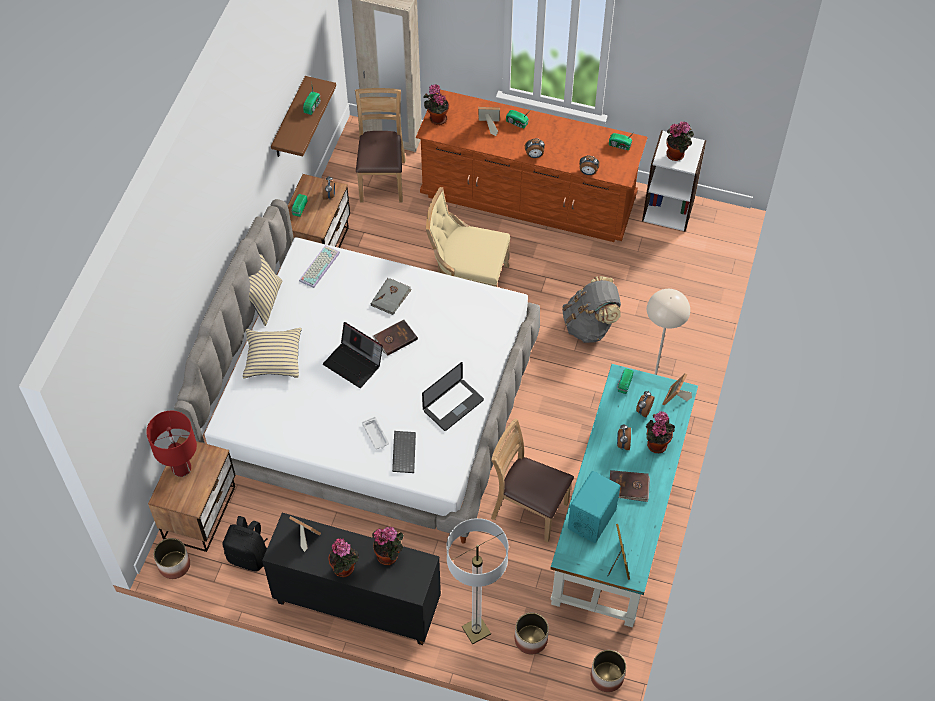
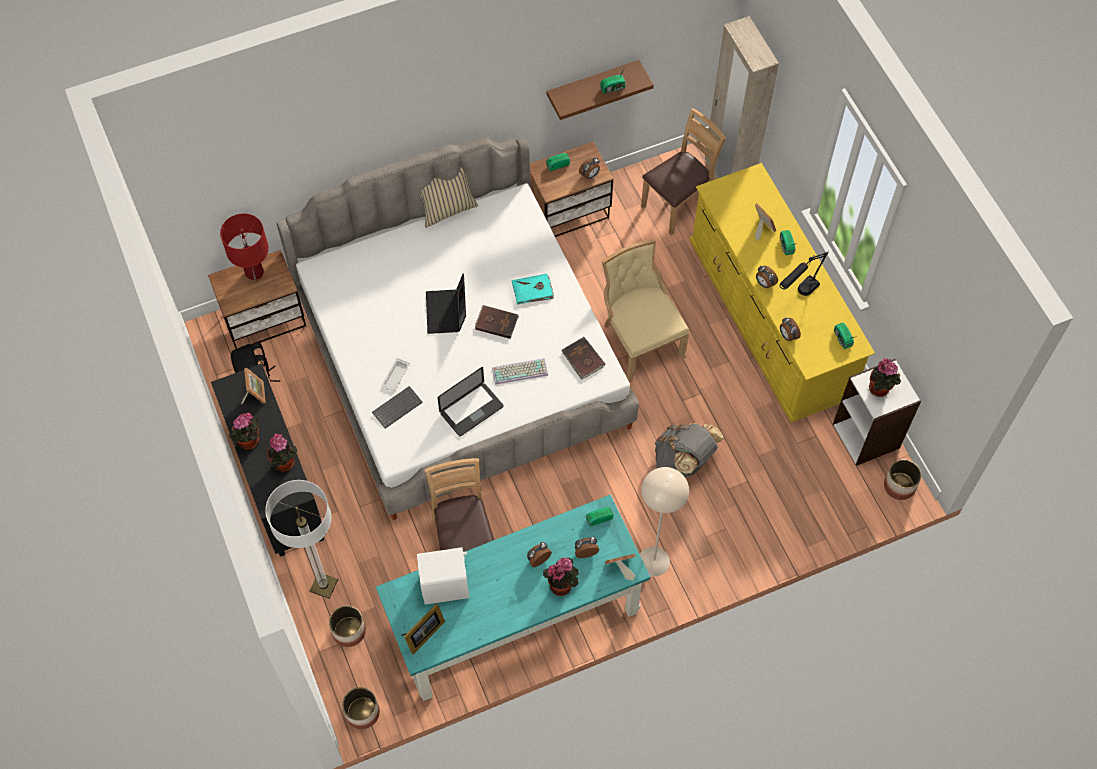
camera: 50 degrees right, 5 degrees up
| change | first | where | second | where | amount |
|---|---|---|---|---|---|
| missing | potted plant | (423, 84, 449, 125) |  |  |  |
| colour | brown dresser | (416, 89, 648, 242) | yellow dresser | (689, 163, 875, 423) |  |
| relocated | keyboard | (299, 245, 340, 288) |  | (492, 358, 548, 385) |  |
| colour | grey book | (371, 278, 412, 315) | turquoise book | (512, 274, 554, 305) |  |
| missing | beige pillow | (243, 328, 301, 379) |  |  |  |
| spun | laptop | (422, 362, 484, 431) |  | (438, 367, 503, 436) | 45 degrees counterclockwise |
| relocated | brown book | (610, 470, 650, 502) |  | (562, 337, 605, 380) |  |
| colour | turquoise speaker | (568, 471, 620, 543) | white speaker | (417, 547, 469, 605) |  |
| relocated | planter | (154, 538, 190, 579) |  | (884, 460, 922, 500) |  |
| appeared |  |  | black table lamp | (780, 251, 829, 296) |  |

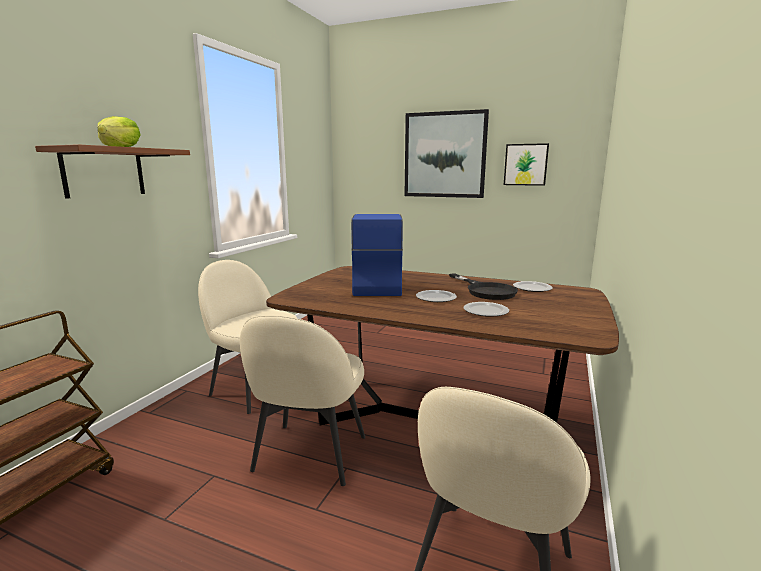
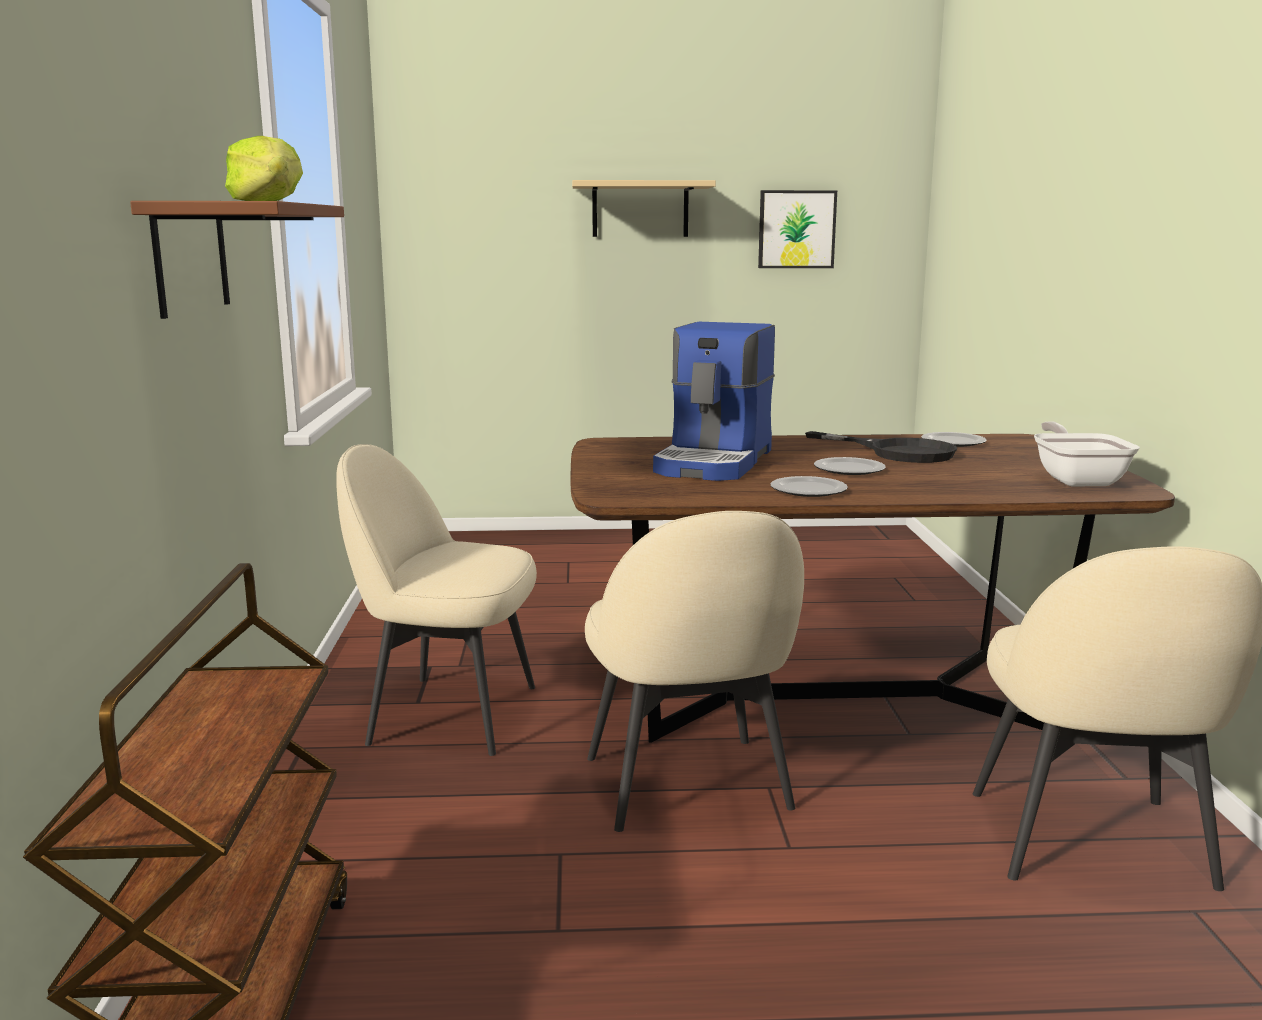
camera: 25 degrees left, 0 degrees up
| change | first | where | second | where | amount |
|---|---|---|---|---|---|
| exchanged | picture | (405, 109, 489, 198) | beige shelf | (572, 180, 716, 237) |  |
| spun | coffee machine | (351, 214, 403, 296) |  | (653, 322, 775, 481) | 135 degrees counterclockwise |
| relocated | plate | (463, 302, 509, 317) |  | (770, 476, 848, 497) |  |
| appeared |  |  | frying pan | (1034, 422, 1140, 486) |  |

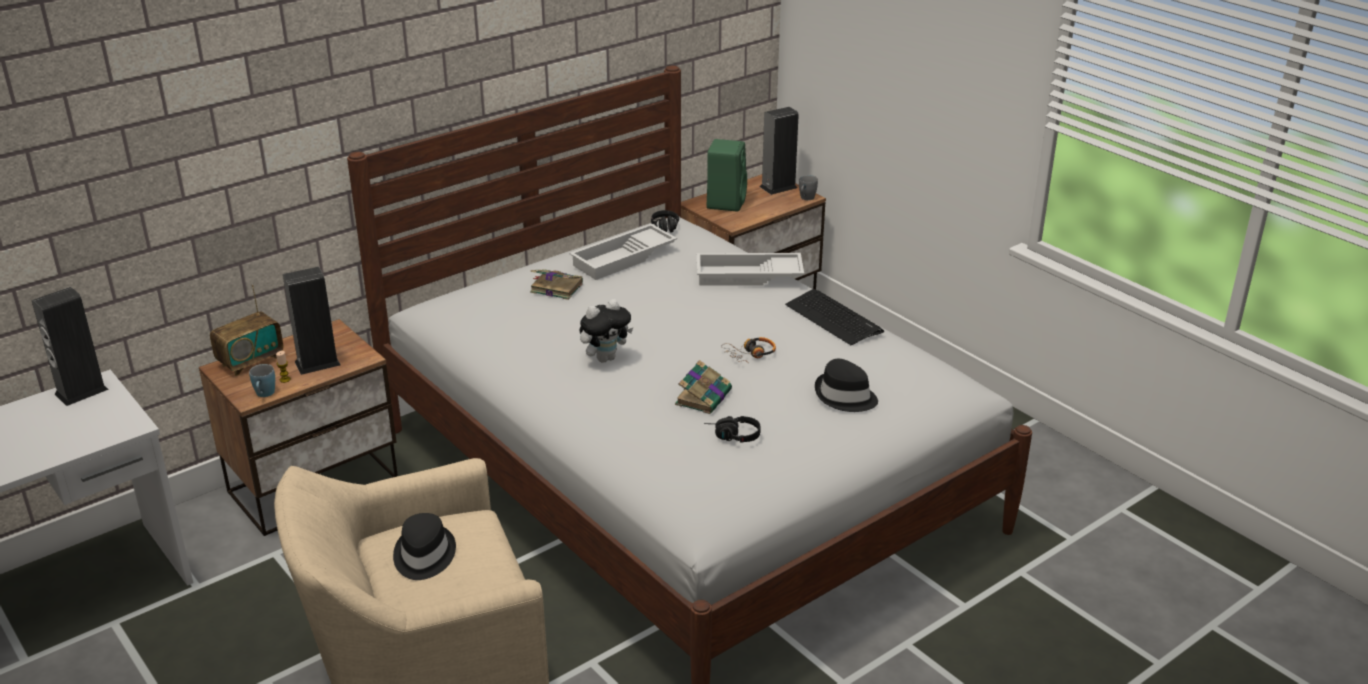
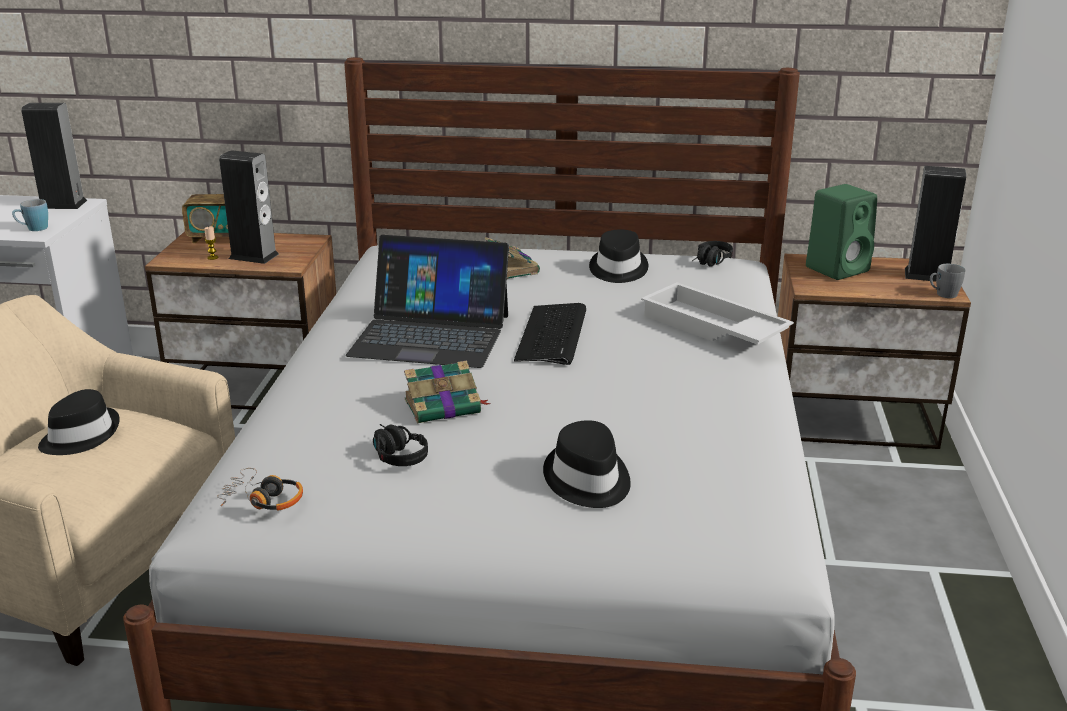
camera: 45 degrees right, 5 degrees down
| change | first | where | second | where | amount |
|---|---|---|---|---|---|
| exchanged | white tray | (569, 224, 677, 280) | black hat | (589, 229, 648, 283) |  |
| relocated | keyboard | (785, 289, 884, 345) |  | (514, 303, 586, 365) |  |
| exchanged | plush toy | (579, 299, 633, 363) | laptop | (346, 235, 509, 368) |  |
| relocated | headphones | (721, 337, 776, 363) |  | (217, 468, 303, 510) |  |
| relocated | blue mug | (249, 364, 275, 397) |  | (12, 199, 48, 231) |  |

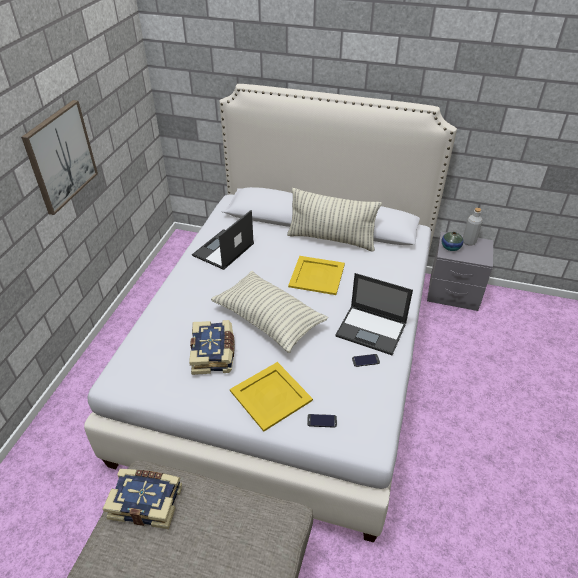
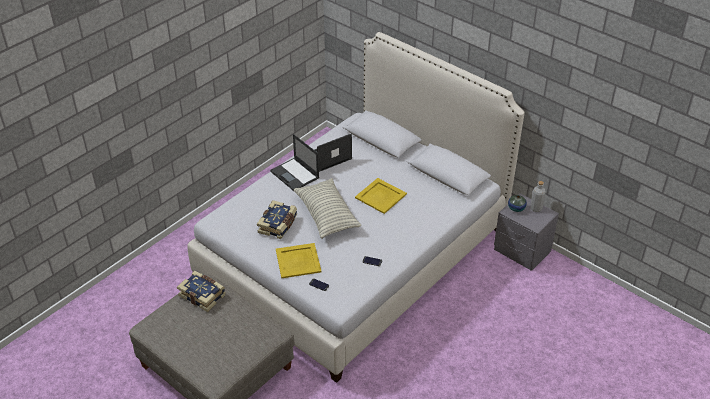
camera: 25 degrees right, 0 degrees up
| change | first | where | second | where | amount |
|---|---|---|---|---|---|
| missing | picture | (21, 100, 98, 215) |  |  |  |
| missing | pillow | (287, 188, 382, 252) |  |  |  |
| relocated | laptop | (335, 273, 413, 355) |  | (270, 134, 319, 191) |  |

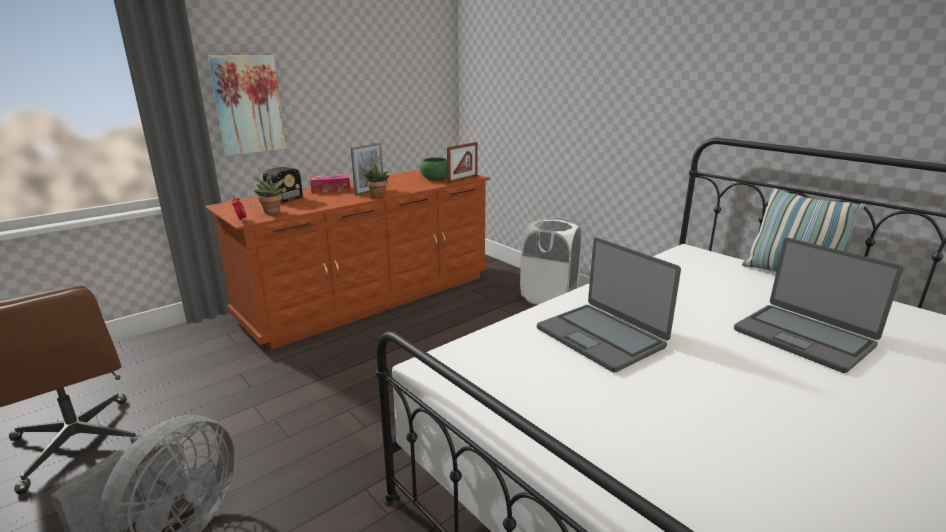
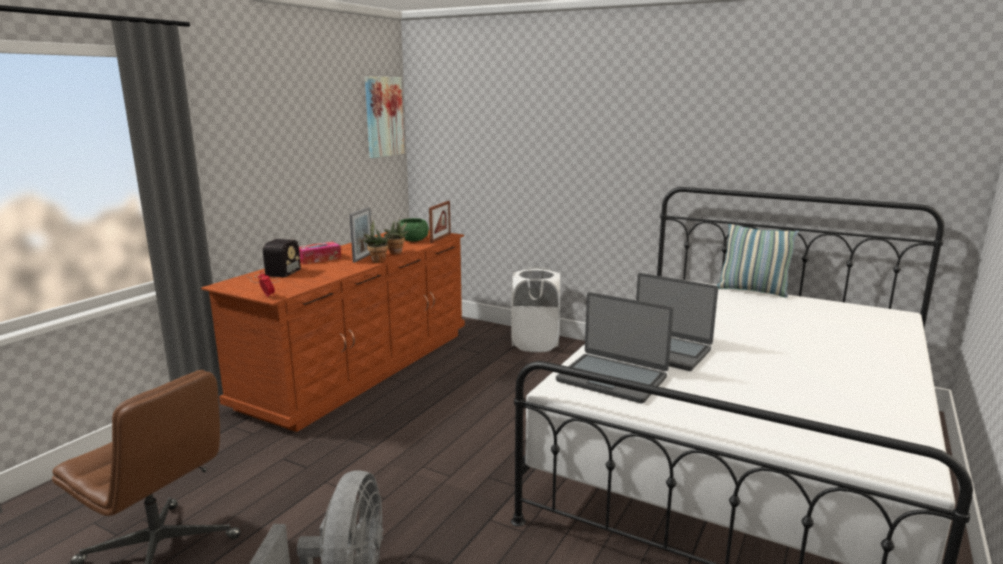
camera: 20 degrees left, 5 degrees down
| change | first | where | second | where | amount |
|---|---|---|---|---|---|
| relocated | picture | (208, 55, 286, 156) |  | (365, 77, 404, 158) |  |
| relocated | potted plant | (254, 173, 286, 214) |  | (384, 218, 409, 254) |  |
| relocated | laptop | (734, 238, 903, 373) |  | (556, 292, 673, 403) |  |

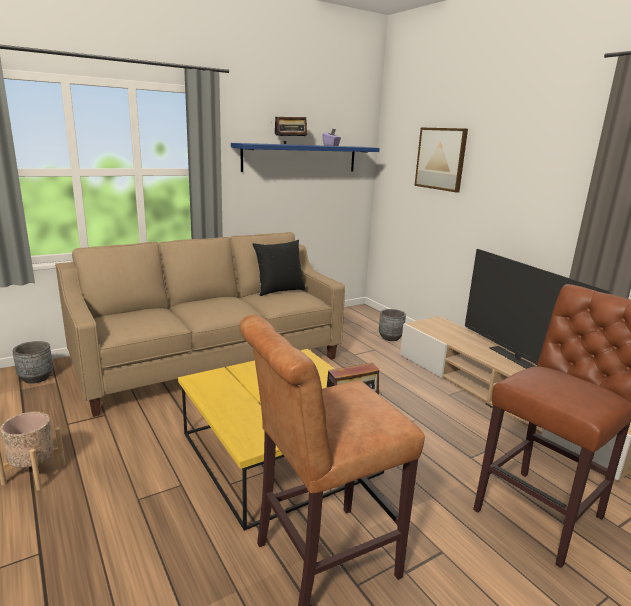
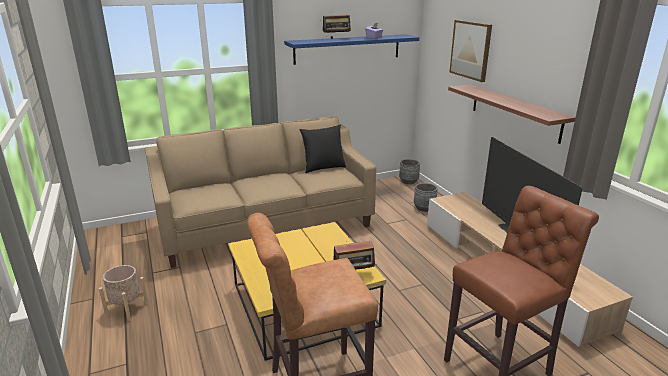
camera: 10 degrees right, 5 degrees up
| change | first | where | second | where | amount |
|---|---|---|---|---|---|
| relocated | grey planter | (13, 341, 53, 384) |  | (399, 159, 420, 184) |  |
| appeared |  |  | shelf | (448, 84, 575, 144) |  |

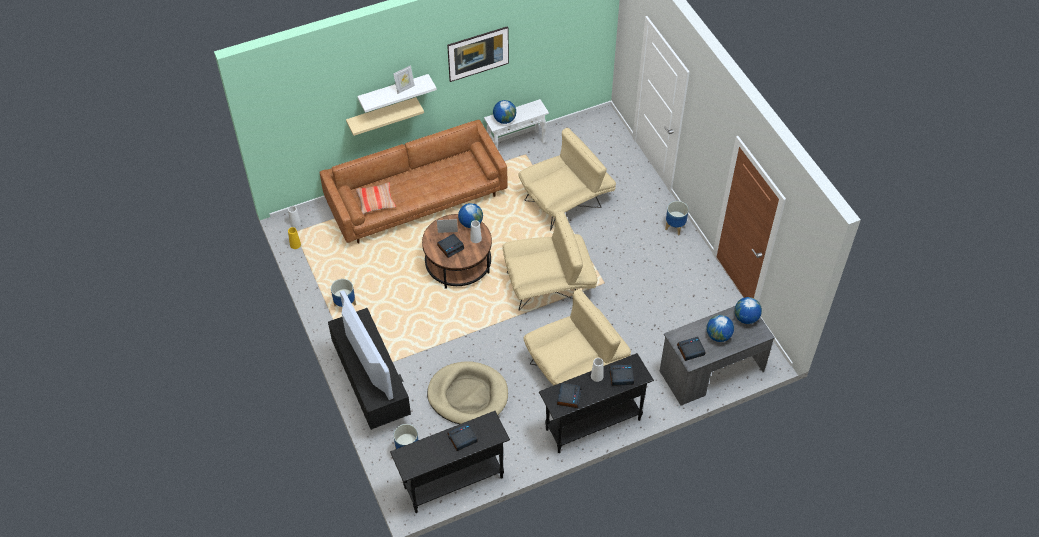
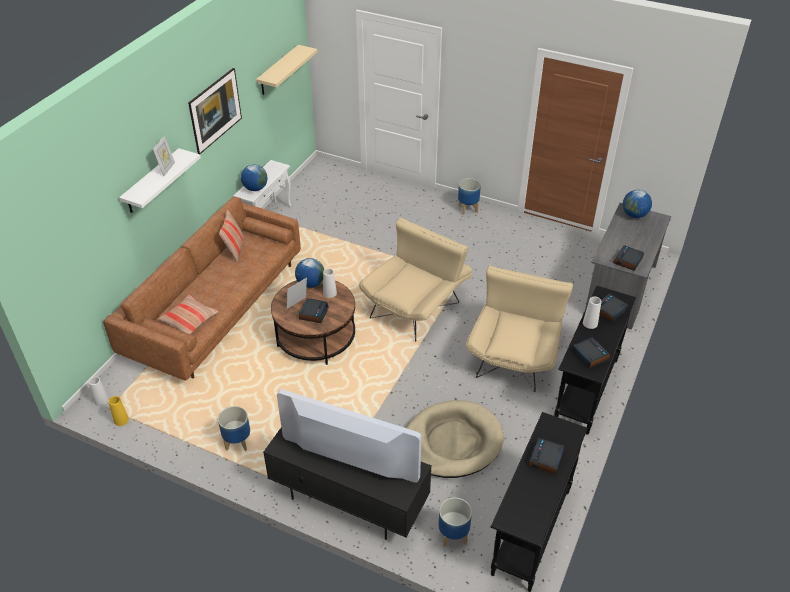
camera: 40 degrees left, 10 degrees down
| change | first | where | second | where | amount |
|---|---|---|---|---|---|
| relocated | beige shelf | (346, 97, 424, 136) |  | (256, 45, 318, 95) |  |
| missing | beige armchair | (518, 128, 616, 231) |  |  |  |
| missing | globe | (707, 315, 734, 342) |  |  |  |
| appeared |  |  | pillow | (219, 209, 245, 263) |  |

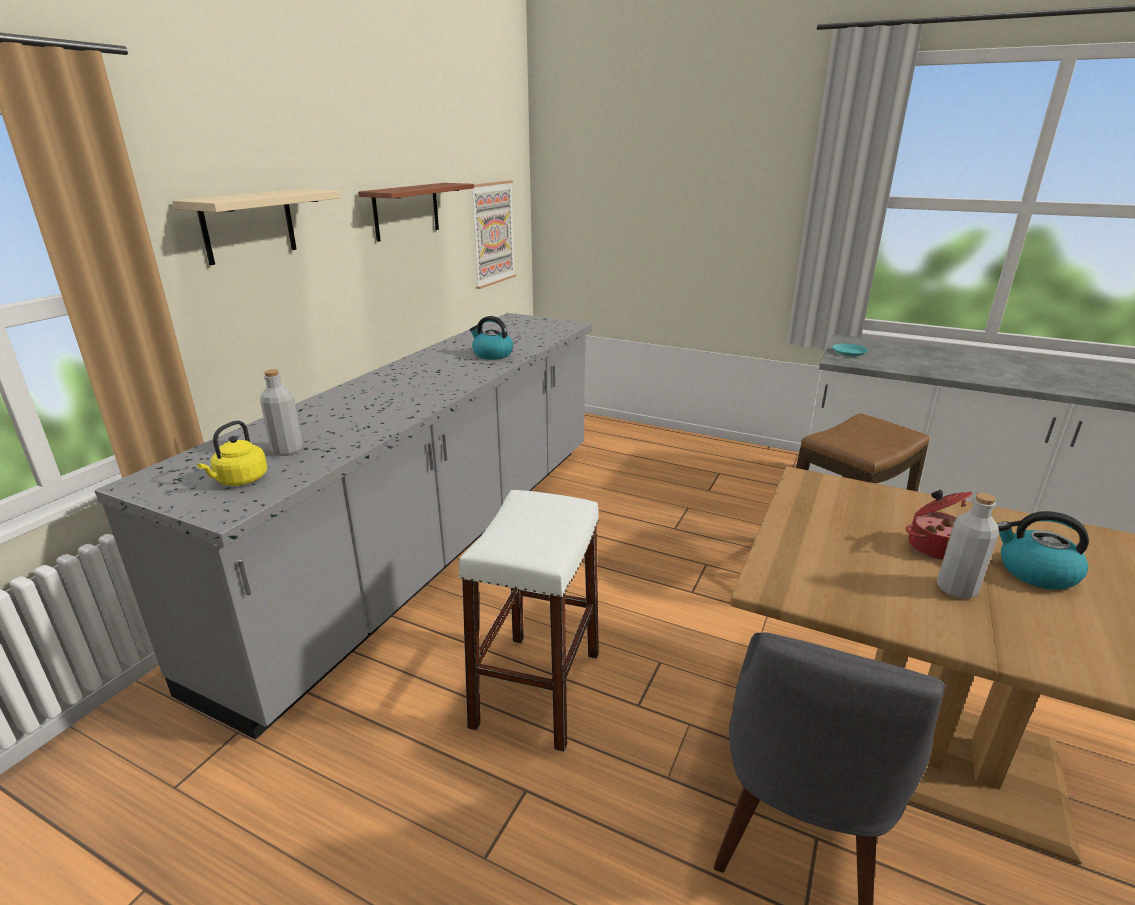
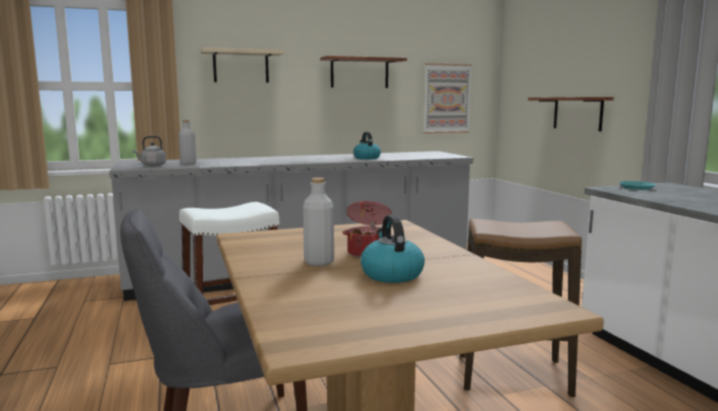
camera: 45 degrees right, 15 degrees down
| change | first | where | second | where | amount |
|---|---|---|---|---|---|
| colour | yellow kettle | (197, 421, 267, 486) | grey kettle | (133, 136, 166, 166) |  |
| appeared |  |  | shelf | (528, 97, 614, 131) |  |

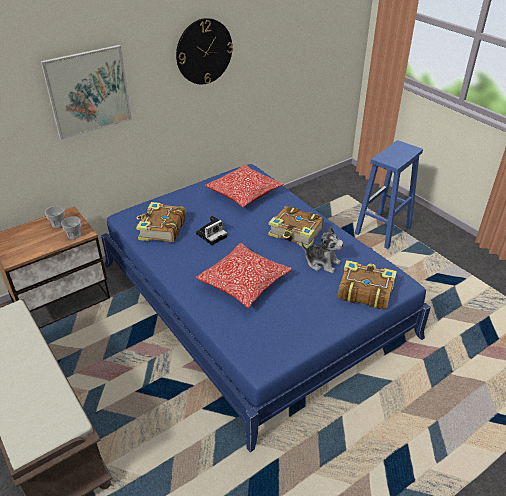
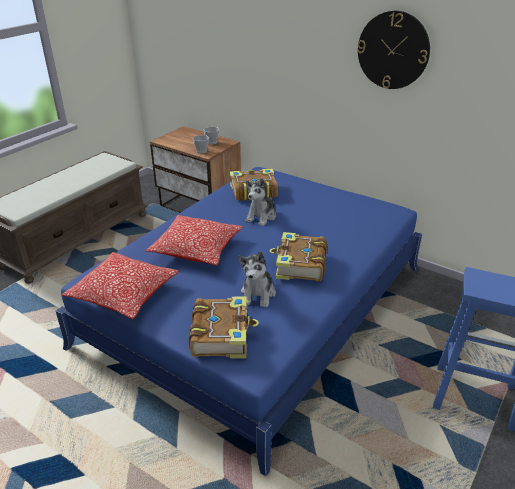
camera: 70 degrees right, 5 degrees down
| change | first | where | second | where | amount |
|---|---|---|---|---|---|
| missing | picture | (41, 45, 132, 139) |  |  |  |
| relocated | pillow | (205, 164, 284, 208) |  | (62, 252, 179, 319) |  |
| exchanged | photo camera | (196, 216, 227, 245) | plush toy | (245, 178, 276, 226) |  |

